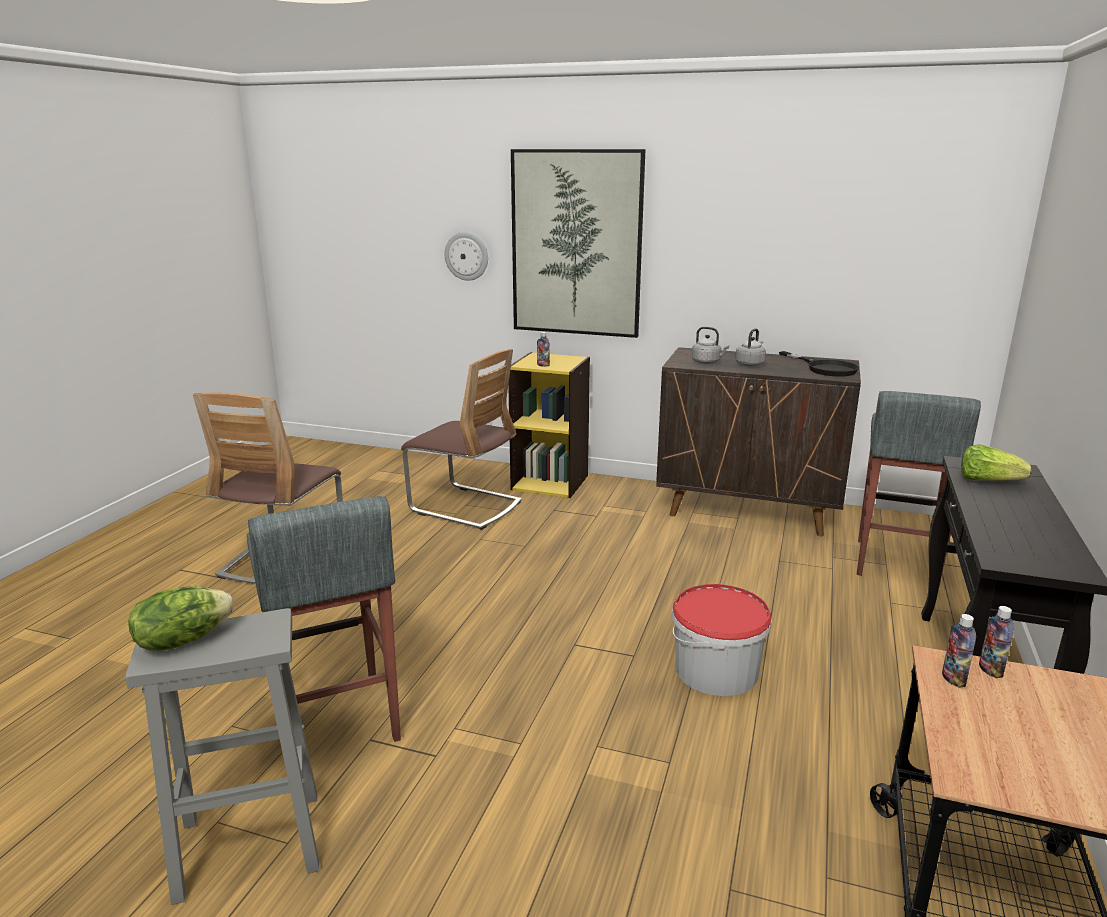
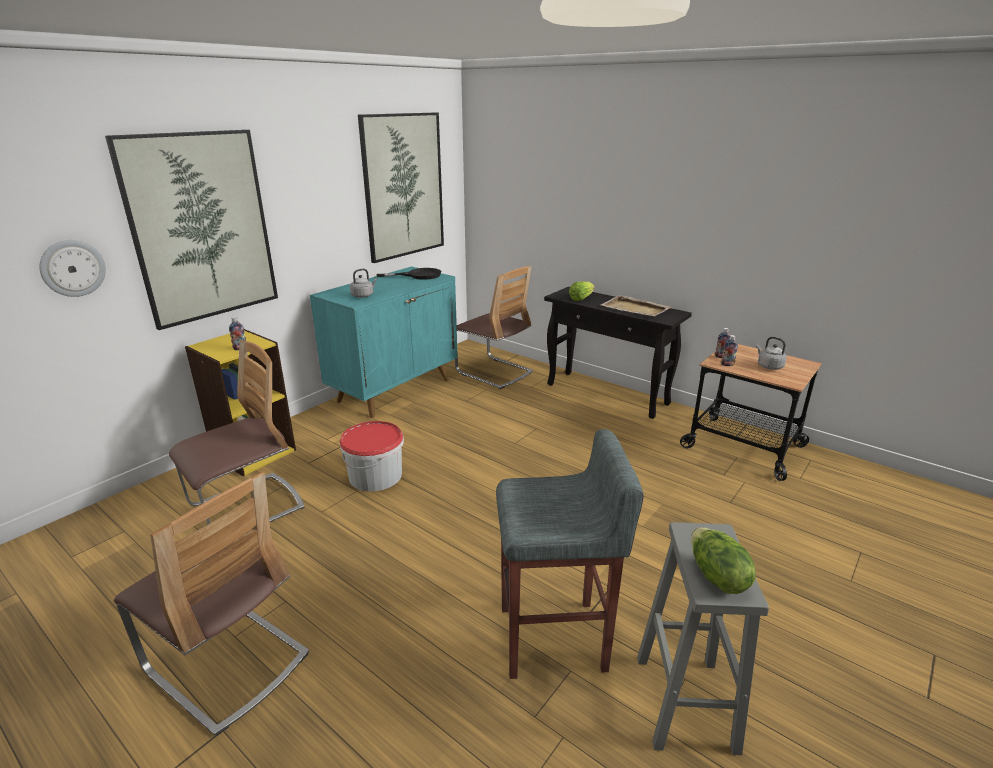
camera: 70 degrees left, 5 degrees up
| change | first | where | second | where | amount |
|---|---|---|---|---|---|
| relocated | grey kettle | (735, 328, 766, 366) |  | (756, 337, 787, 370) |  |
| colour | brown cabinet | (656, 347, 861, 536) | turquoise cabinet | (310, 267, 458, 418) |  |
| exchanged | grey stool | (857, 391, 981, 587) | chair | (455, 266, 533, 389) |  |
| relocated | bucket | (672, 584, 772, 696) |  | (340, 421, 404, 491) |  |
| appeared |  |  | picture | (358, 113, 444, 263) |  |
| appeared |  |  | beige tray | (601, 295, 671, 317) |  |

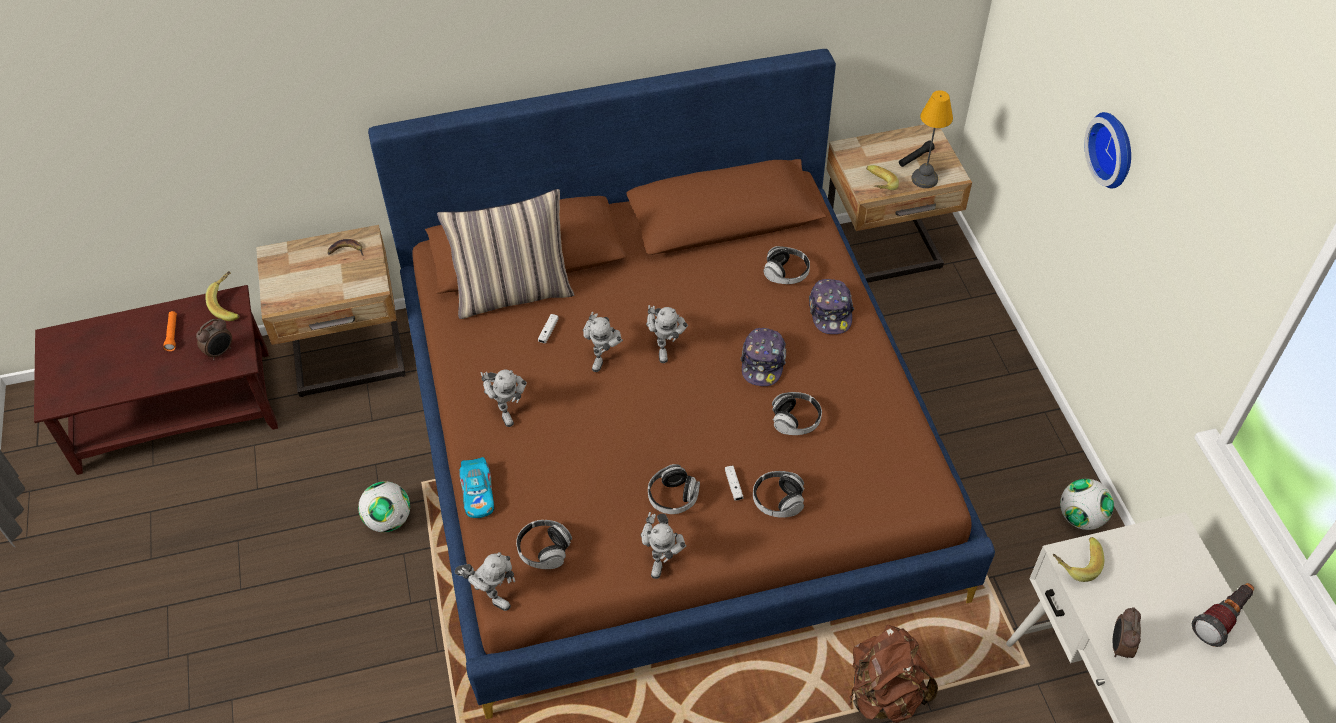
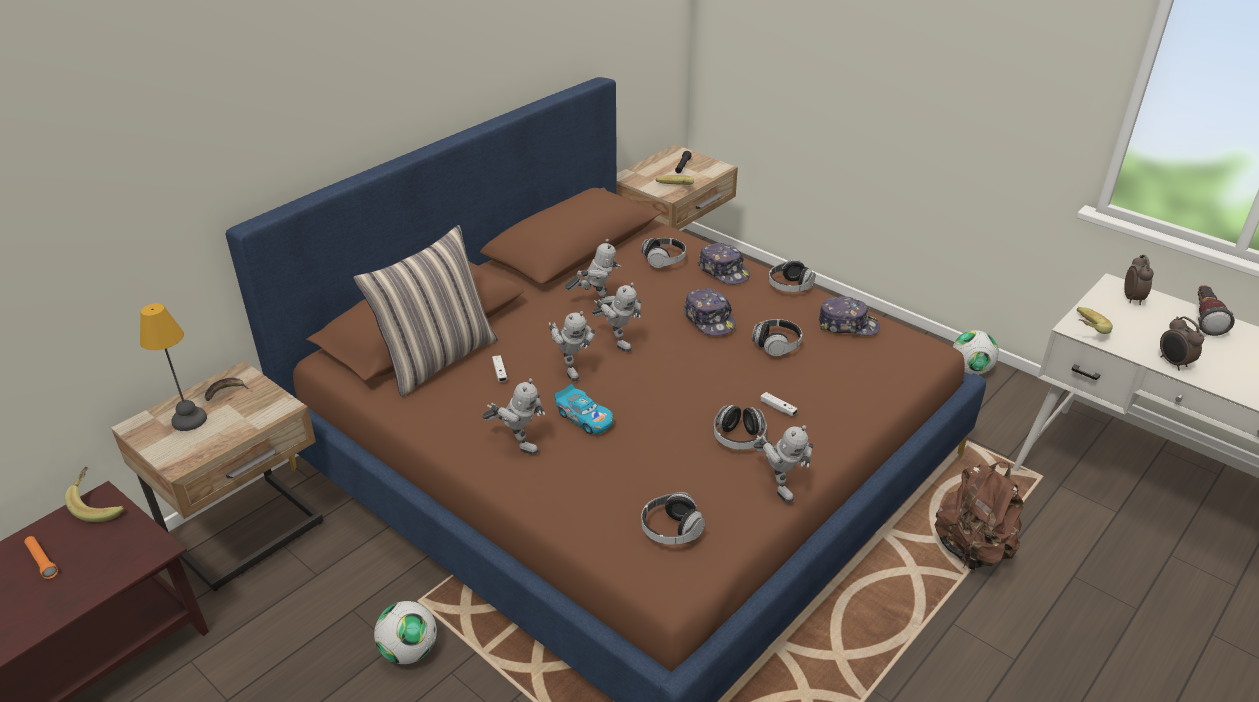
camera: 35 degrees left, 15 degrees down
| change | first | where | second | where | amount |
|---|---|---|---|---|---|
| relocated | table lamp | (912, 90, 953, 188) |  | (140, 303, 207, 431) |  |
| missing | wall clock | (1084, 112, 1131, 189) |  |  |  |
| relocated | alarm clock | (196, 318, 232, 360) |  | (1124, 255, 1154, 305) |  |
| relocated | toy car | (459, 457, 495, 518) |  | (554, 384, 614, 434) |  |
| relocated | headphones | (753, 471, 805, 518) |  | (769, 259, 815, 292) |  |
| relocated | toy robot | (455, 552, 515, 611) |  | (565, 239, 621, 305) |  |
| appeared |  |  | cap | (818, 296, 880, 336) |  |

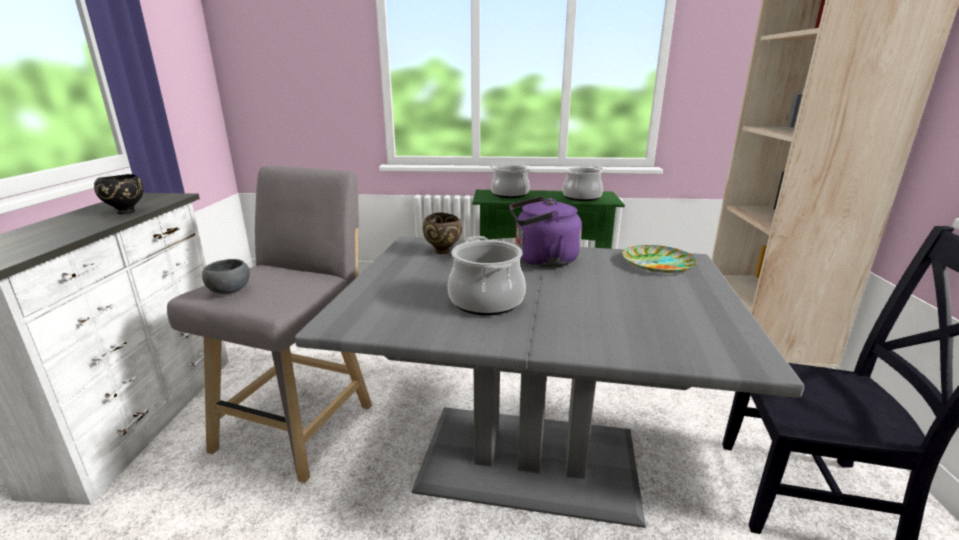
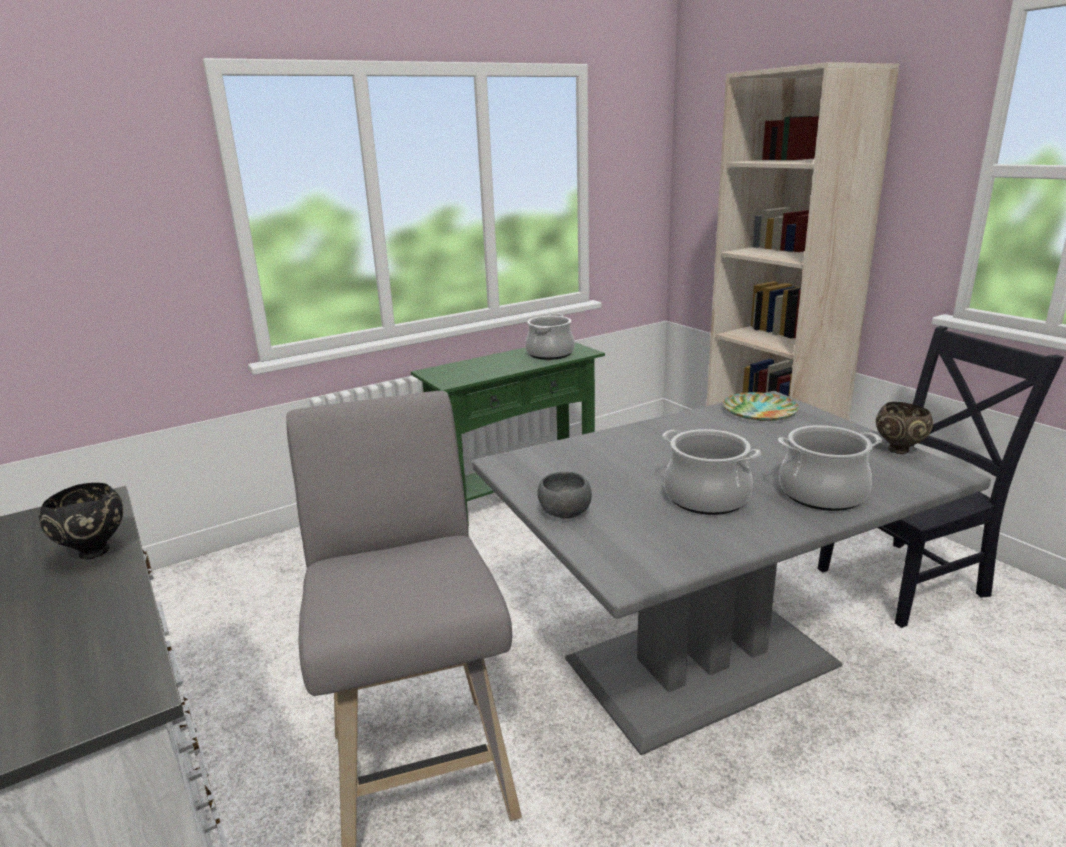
camera: 35 degrees left, 0 degrees up
| change | first | where | second | where | amount |
|---|---|---|---|---|---|
| relocated | cooking pot | (490, 165, 532, 198) |  | (778, 425, 882, 511) |  |
| missing | purple kettle | (509, 196, 582, 267) |  |  |  |
| relocated | brown bowl | (423, 212, 462, 254) |  | (876, 402, 933, 454) |  |
| relocated | grey bowl | (202, 259, 250, 294) |  | (538, 472, 592, 519) |  |

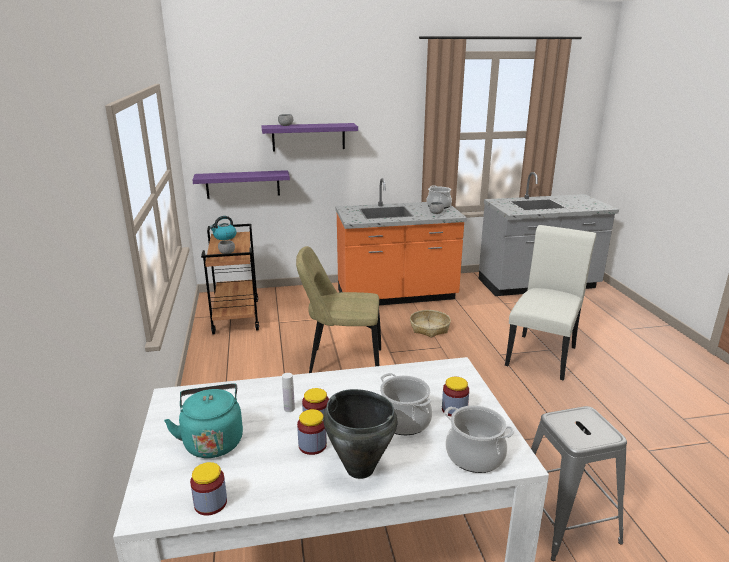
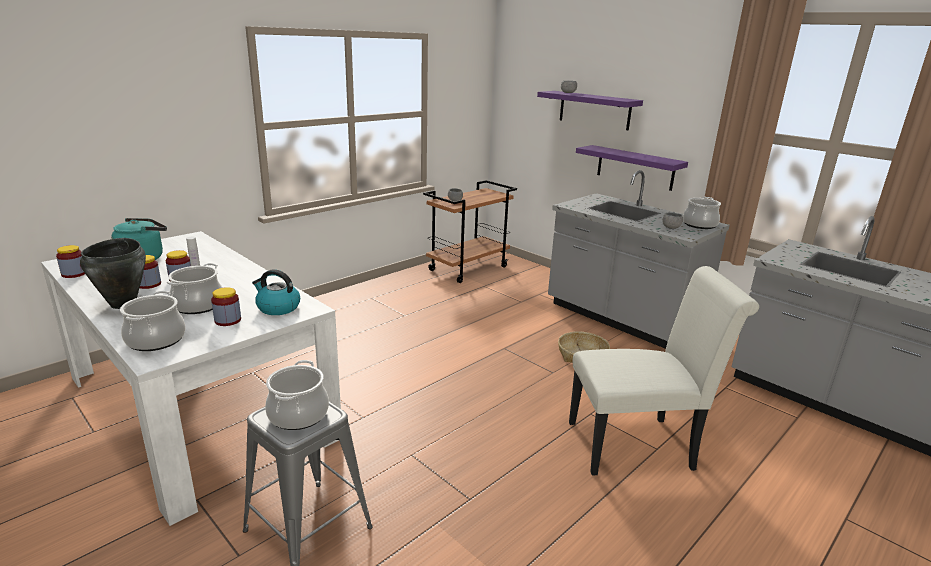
camera: 55 degrees right, 0 degrees up
| change | first | where | second | where | amount |
|---|---|---|---|---|---|
| relocated | purple shelf | (192, 170, 290, 199) |  | (576, 145, 688, 191) |  |
| colour | orange counter | (335, 178, 467, 305) | grey counter | (548, 170, 730, 349) |  |
| relocated | kettle | (209, 216, 237, 240) |  | (252, 269, 300, 315) |  |
| missing | beige chair | (296, 246, 381, 373) |  |  |  |
| appeared |  |  | cooking pot | (265, 360, 329, 430) |  |

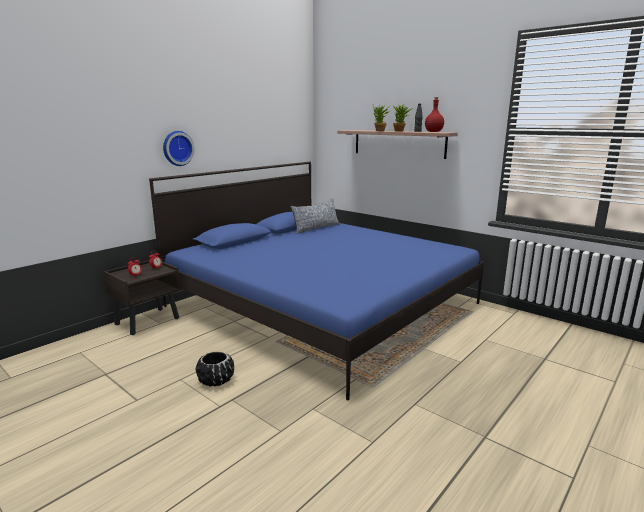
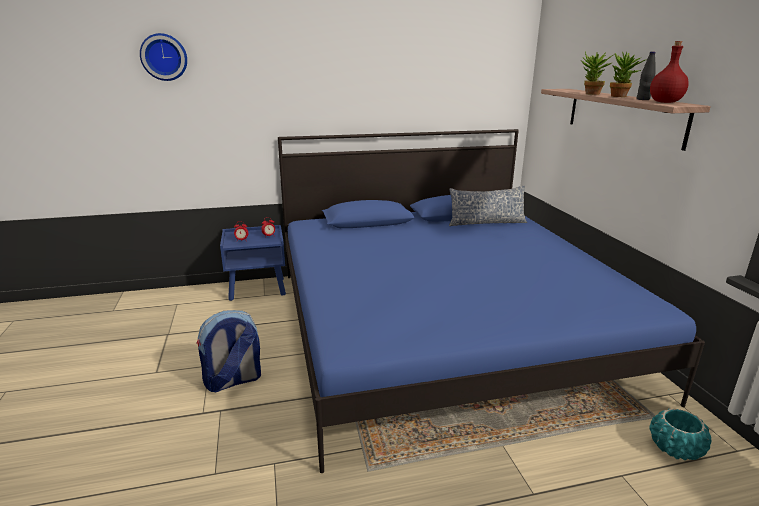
camera: 35 degrees right, 5 degrees up
| change | first | where | second | where | amount |
|---|---|---|---|---|---|
| relocated | wall clock | (163, 131, 195, 166) |  | (140, 33, 187, 81) |  |
| colour | brown nightstand | (103, 260, 180, 335) | blue nightstand | (220, 225, 286, 301) |  |
| exchanged | black planter | (196, 351, 235, 387) | backpack | (196, 310, 261, 392) |  |
| appeared |  |  | turquoise planter | (650, 408, 711, 460) |  |

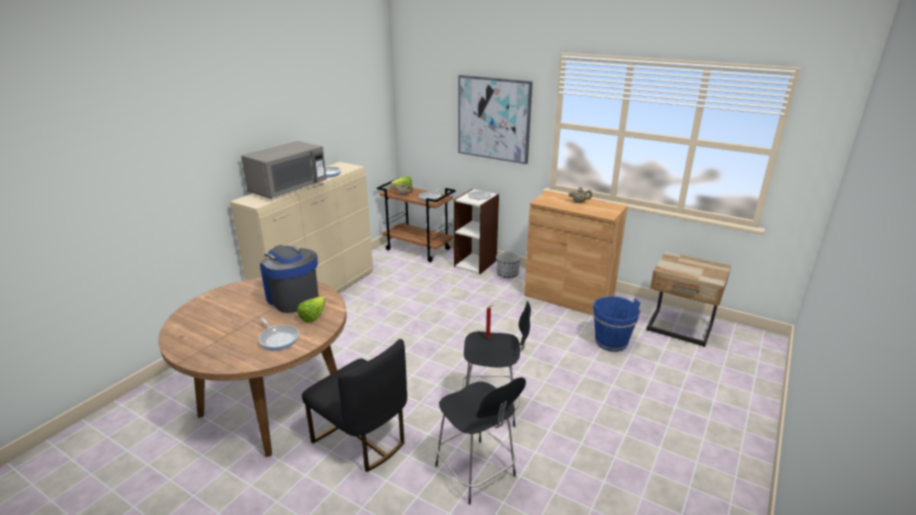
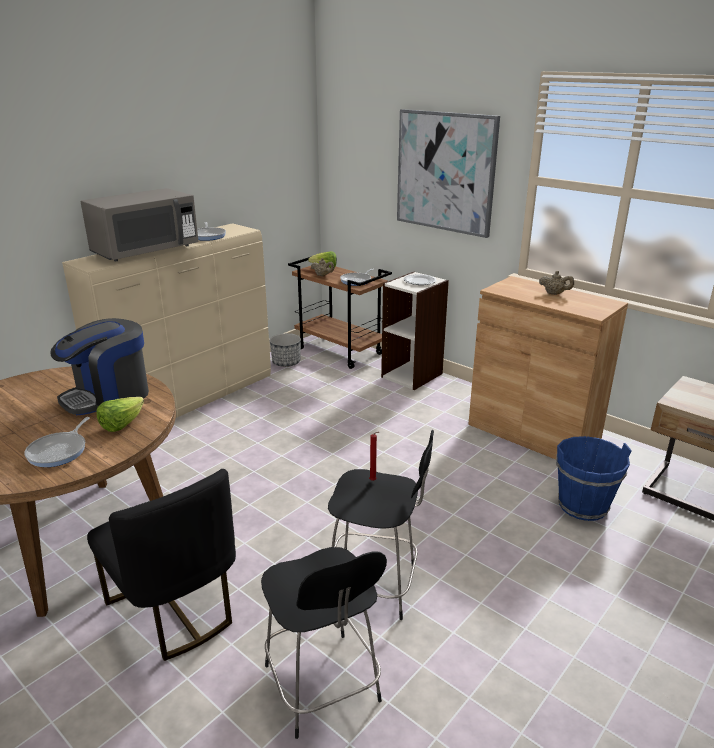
camera: 10 degrees right, 0 degrees up
| change | first | where | second | where | amount |
|---|---|---|---|---|---|
| spun | coffee machine | (260, 245, 319, 313) |  | (50, 318, 149, 415) | 105 degrees counterclockwise |
| relocated | planter | (496, 252, 521, 278) |  | (270, 333, 301, 367) |  |
| spun | frying pan | (258, 318, 299, 350) |  | (24, 417, 90, 467) | 45 degrees clockwise |

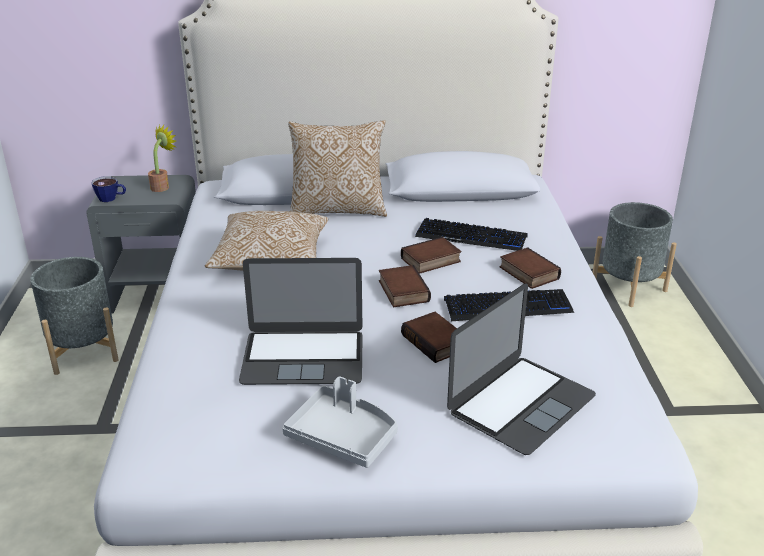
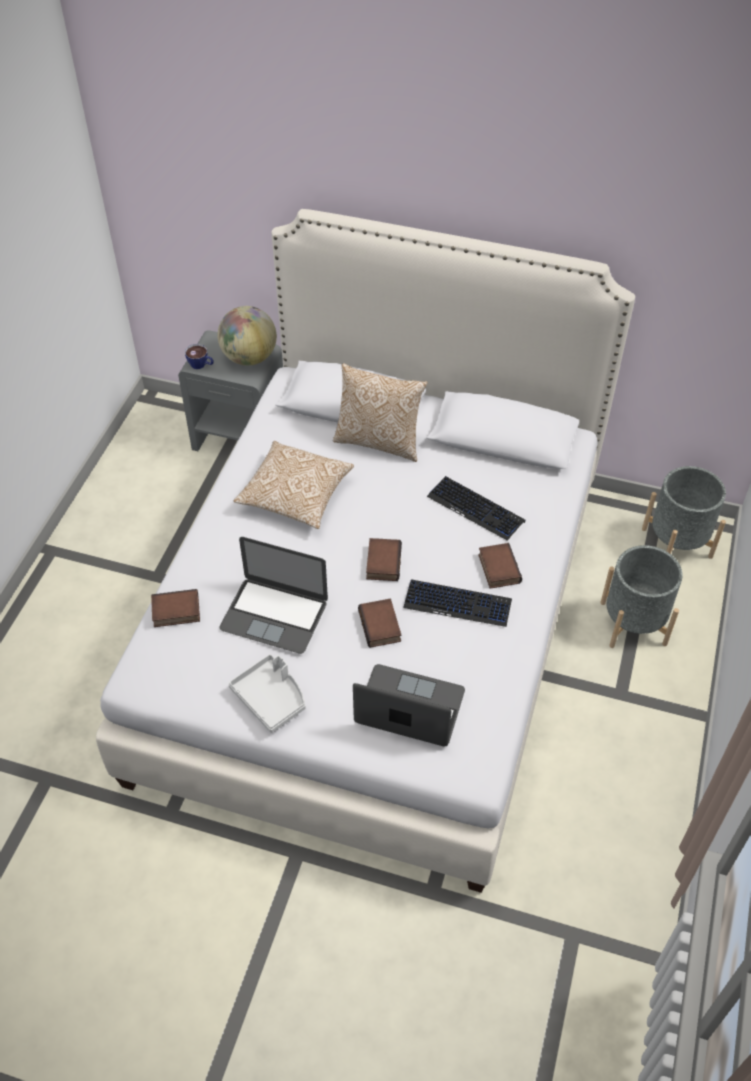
camera: 20 degrees right, 20 degrees up
| change | first | where | second | where | amount |
|---|---|---|---|---|---|
| exchanged | potted plant | (148, 125, 176, 192) | globe | (217, 306, 277, 366) |  |
| relocated | book | (401, 237, 461, 274) |  | (151, 589, 200, 627) |  |
| relocated | grey planter | (30, 257, 119, 375) |  | (600, 545, 683, 648) |  |
| spun | laptop | (447, 283, 596, 455) |  | (353, 664, 465, 746) | 135 degrees counterclockwise |

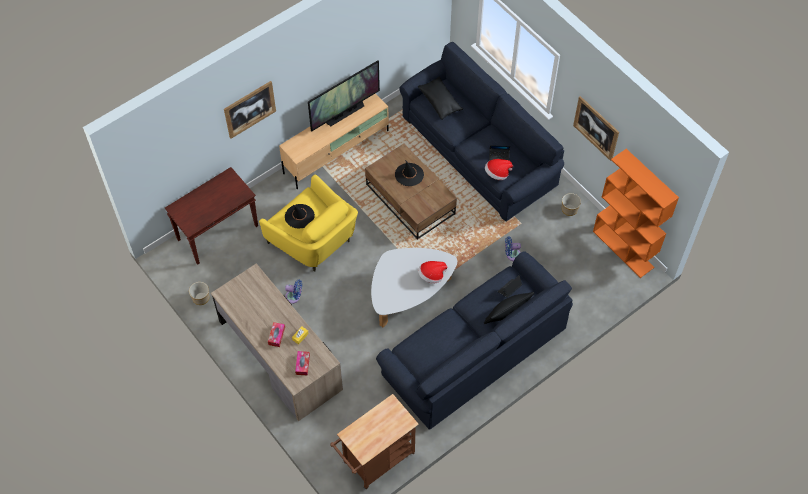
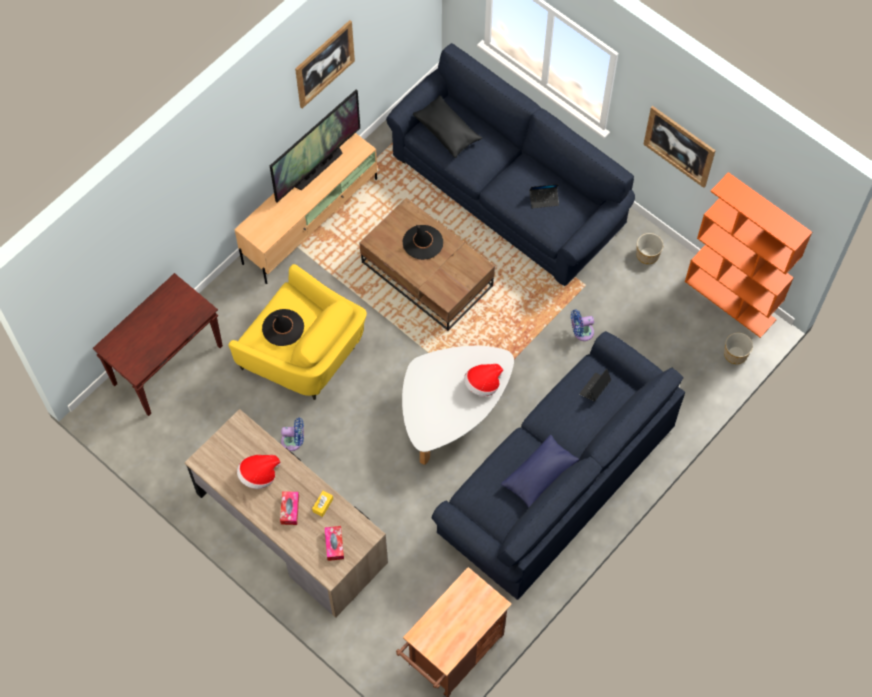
camera: 10 degrees left, 5 degrees up
| change | first | where | second | where | amount |
|---|---|---|---|---|---|
| relocated | picture | (224, 81, 276, 139) |  | (295, 20, 355, 108) |  |
| relocated | hat | (485, 159, 513, 180) |  | (237, 455, 280, 489) |  |
| relocated | planter | (189, 282, 210, 305) |  | (724, 333, 753, 364) |  |
| missing | black pillow | (484, 292, 534, 324) |  |  |  |
| appeared |  |  | blue pillow | (501, 435, 579, 508) |  |

